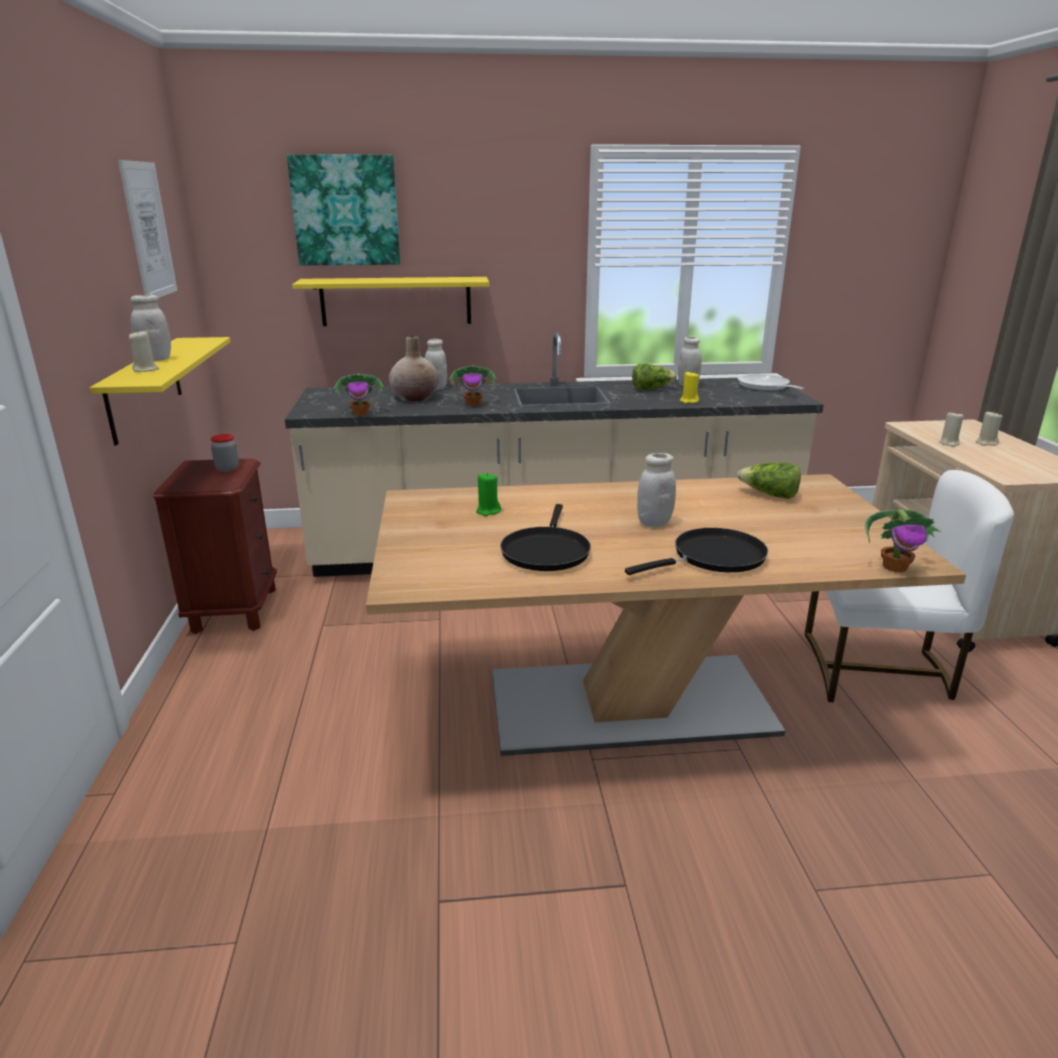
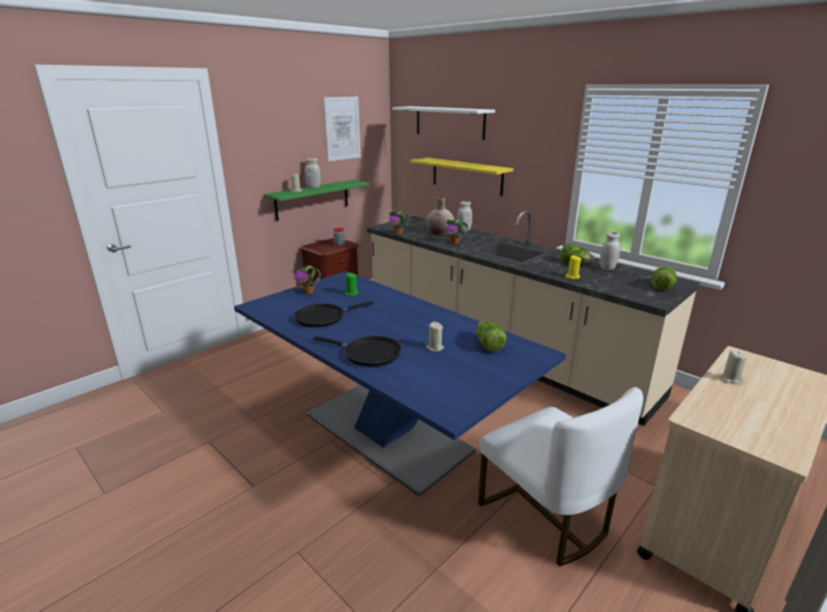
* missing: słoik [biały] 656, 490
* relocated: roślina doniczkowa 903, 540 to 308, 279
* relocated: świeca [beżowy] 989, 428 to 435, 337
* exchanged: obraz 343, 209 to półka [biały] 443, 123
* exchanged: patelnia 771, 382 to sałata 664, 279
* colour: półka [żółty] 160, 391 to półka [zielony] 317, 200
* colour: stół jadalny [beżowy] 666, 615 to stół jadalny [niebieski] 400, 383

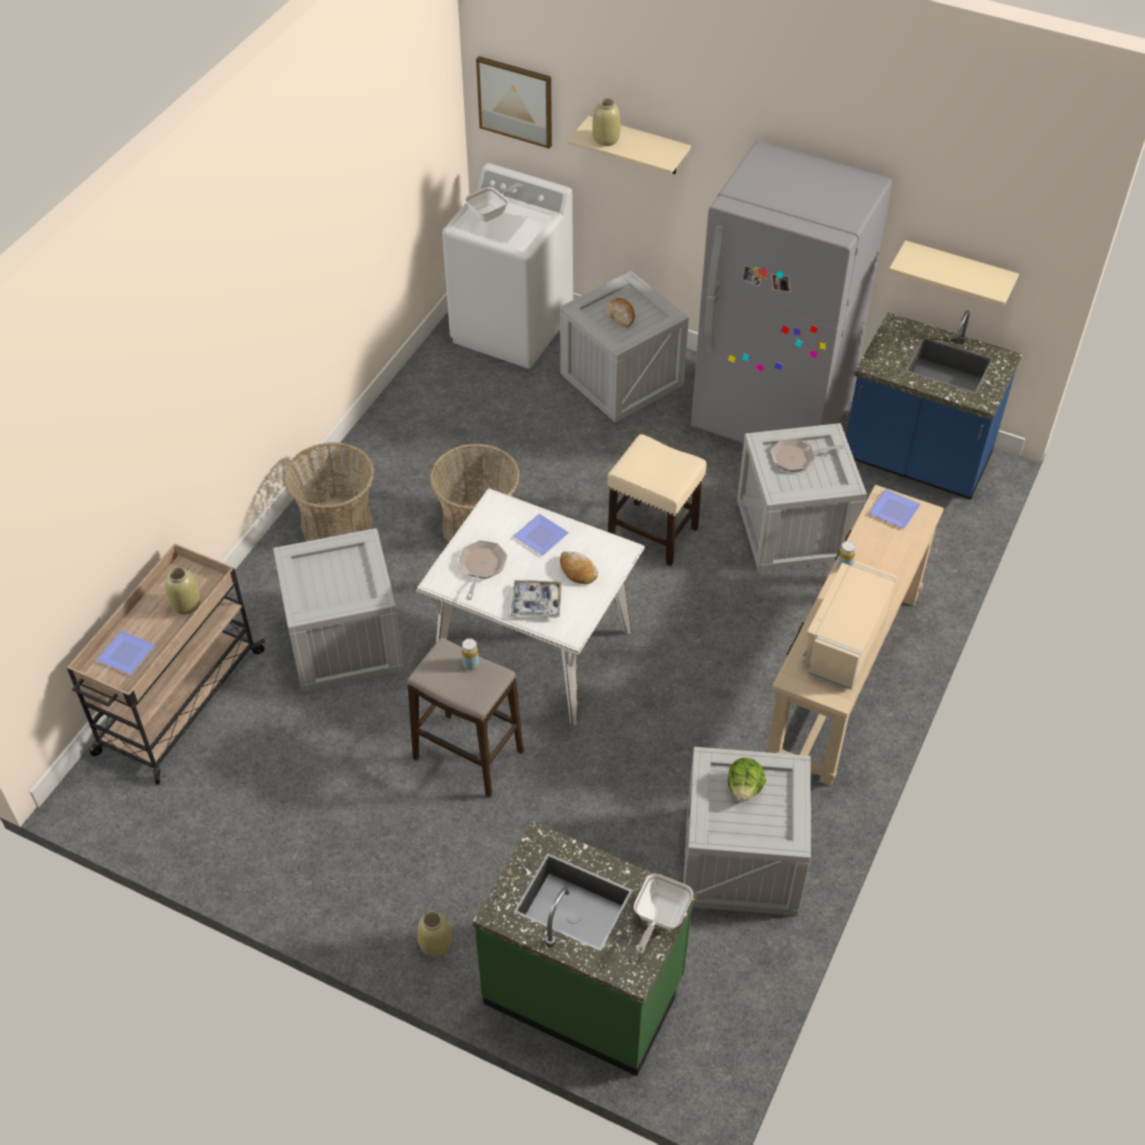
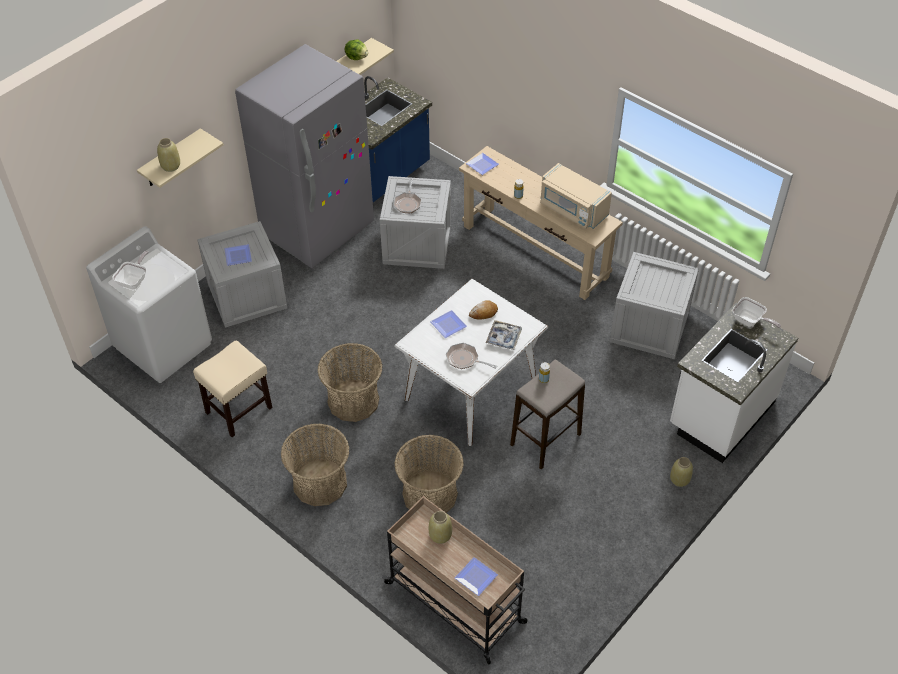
* missing: obraz 514, 102
* relocated: stołek [beżowy] 657, 500 to 232, 389
* relocated: sałata 747, 780 to 356, 50
* exchanged: skrzynka 338, 609 to koszyk 429, 474
* exchanged: chleb 620, 313 to talerz 238, 255
* colour: zabudowa kuchenna [zielony] 585, 948 to zabudowa kuchenna [biały] 734, 383
* spun: patelnia 494, 202 = 130, 270 45 degrees clockwise

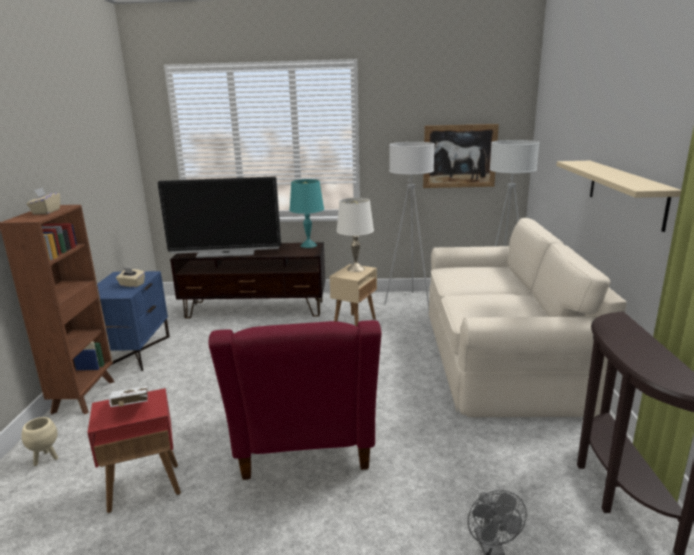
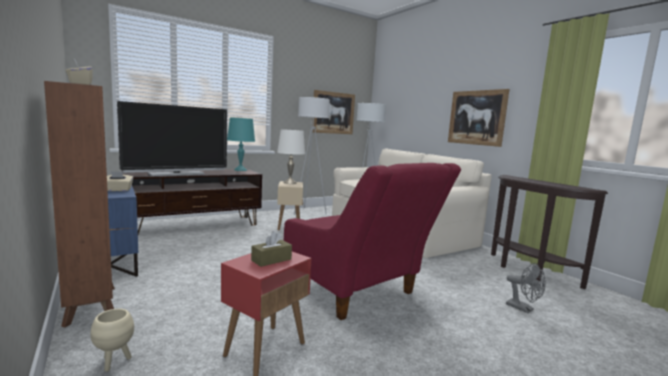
* exchanged: książka [biały] 128, 396 to pudełko chusteczek [brązowy] 271, 249
* exchanged: półka [beżowy] 618, 196 to obraz 479, 118

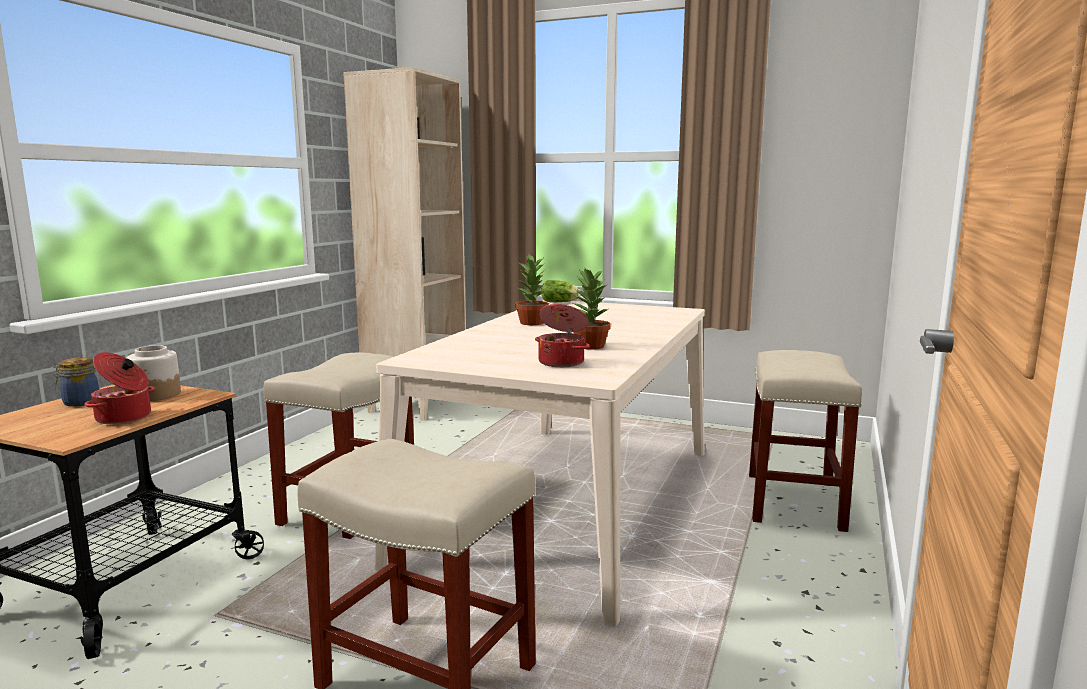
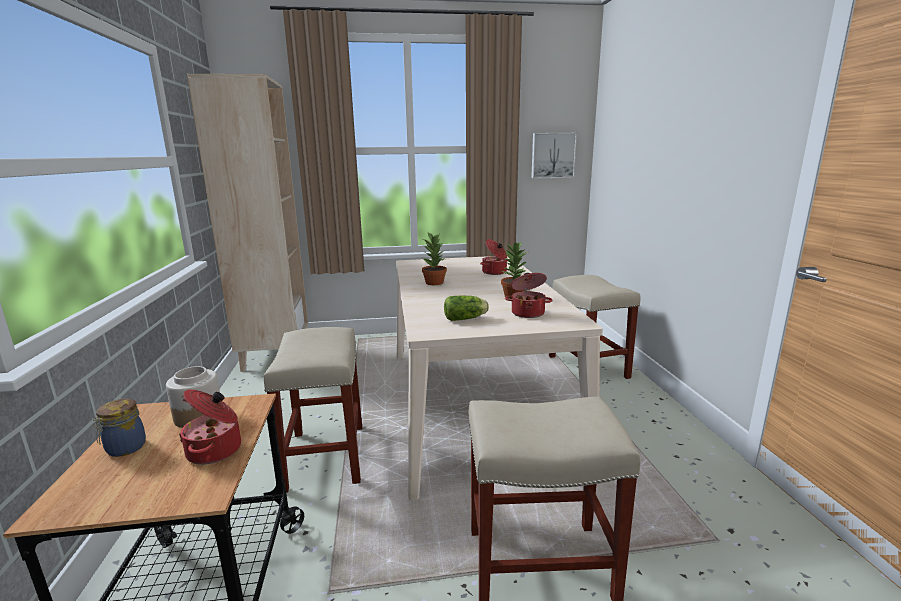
* appeared: garnek 493, 257
* appeared: obraz 554, 156
* relocated: sałata 561, 291 to 466, 308

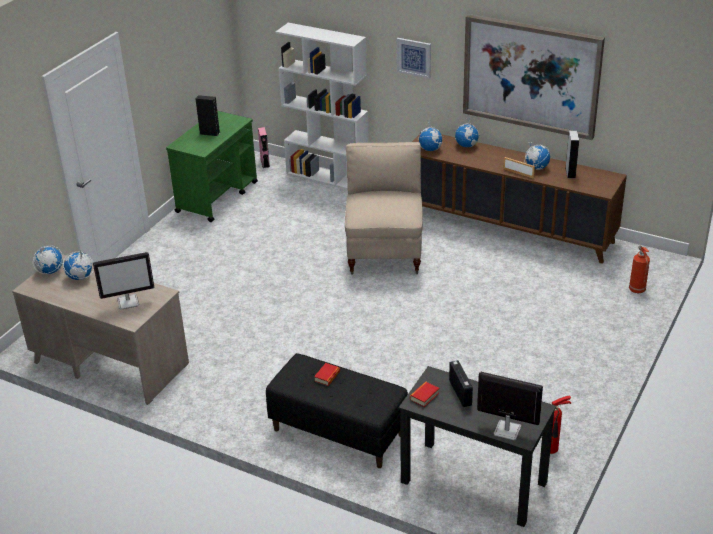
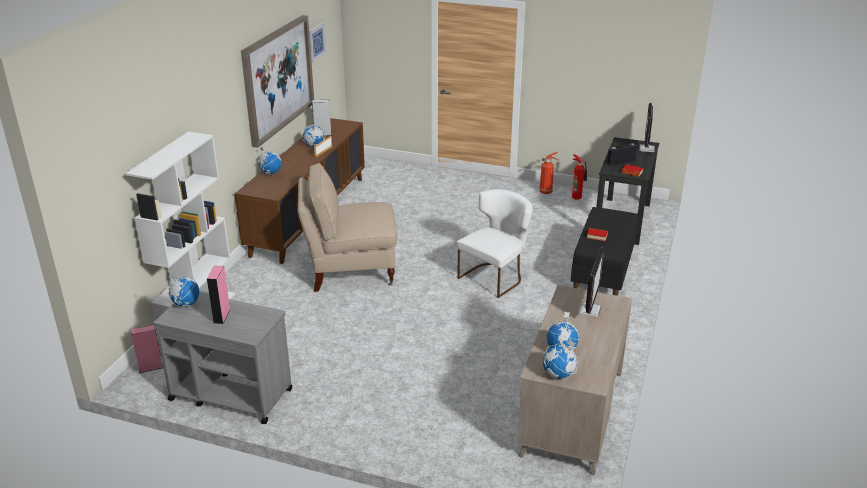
* appeared: krzesło [biały] 495, 243
* relocated: obraz 414, 58 to 317, 42
* relocated: globus 430, 135 to 183, 290
* relocated: gaśnica 639, 269 to 549, 173
* colour: wózek [zielony] 212, 166 to wózek [szary] 223, 358
* colour: głośnik [czarny] 208, 115 to głośnik [różowy] 219, 295
* spun: monitor 123, 281 = 590, 282 45 degrees clockwise

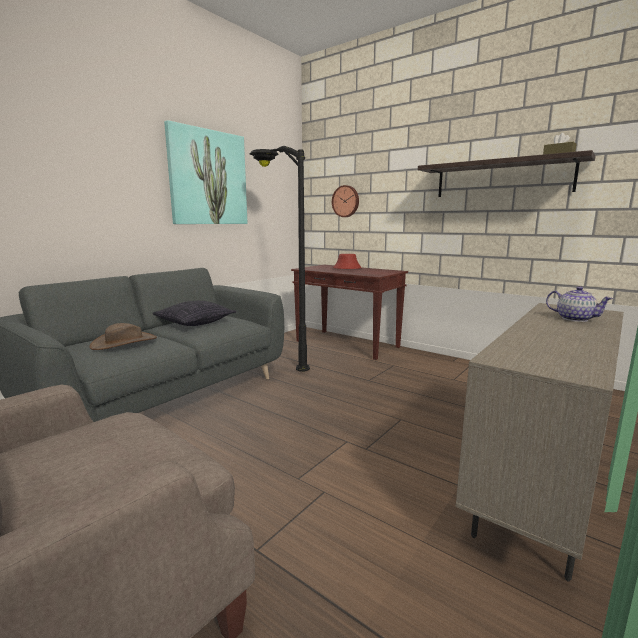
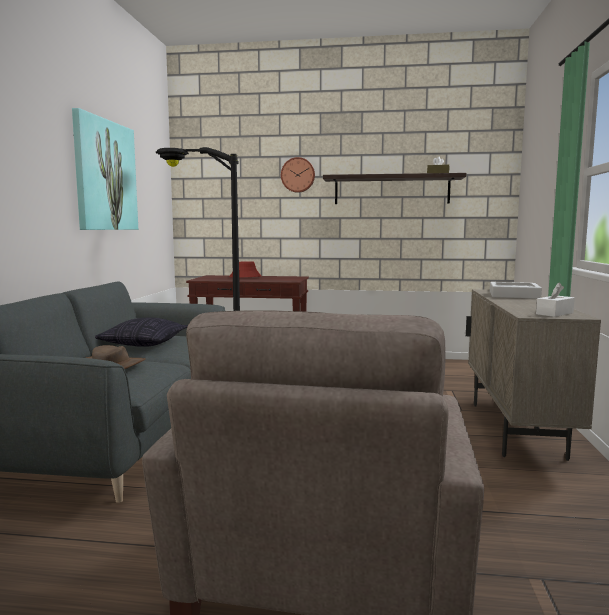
* appeared: pudełko chusteczek [biały] 555, 299
* relocated: zegar ścienny 345, 201 to 298, 175
* exchanged: imbryk 579, 304 to taca [szary] 516, 290

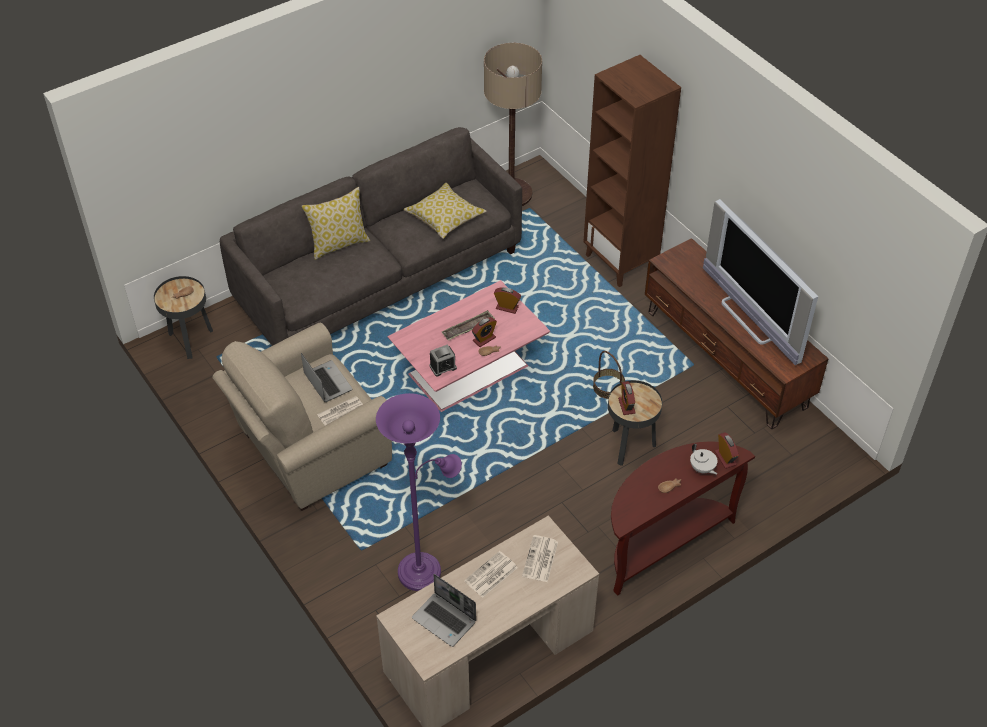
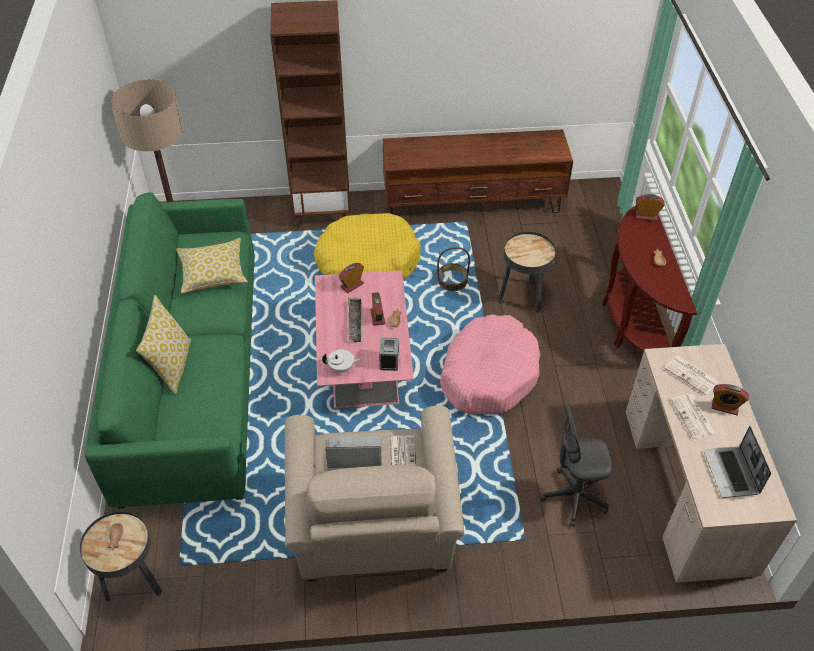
* missing: telewizor 760, 282
* appeared: legowisko [żółty] 367, 246
* appeared: legowisko [różowy] 490, 364
* relocated: budzik 627, 398 to 730, 399
* relocated: imbryk [biały] 704, 459 to 341, 361
* exchanged: lampa stojąca [fioletowy] 419, 492 to krzesło biurowe [szary] 576, 466
* colour: kanapa [szary] 371, 236 to kanapa [zielony] 170, 350
* spun: laptop 444, 610 = 737, 462 105 degrees clockwise

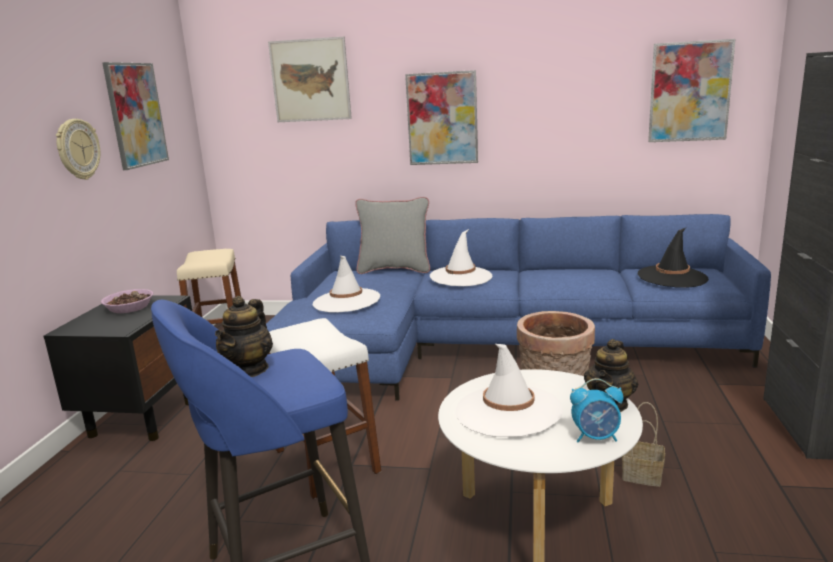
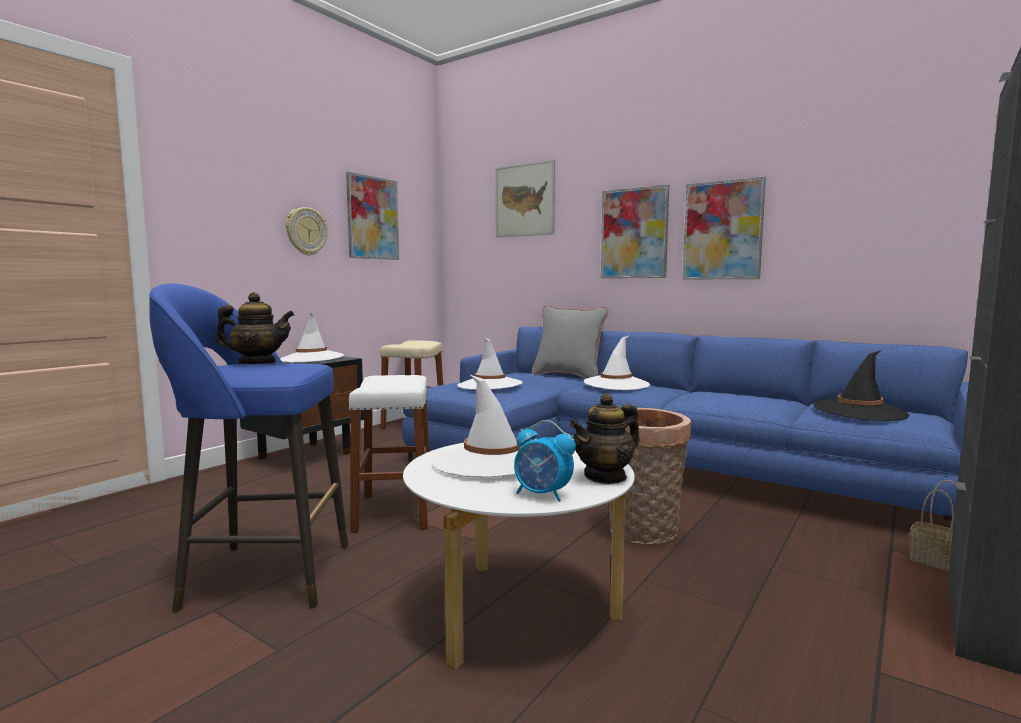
* relocated: koszyk 643, 444 to 933, 525
* relocated: obraz 691, 90 to 724, 228
* exchanged: miska 127, 301 to kapelusz [biały] 312, 338
* spun: imbryk 244, 336 = 254, 328 135 degrees counterclockwise

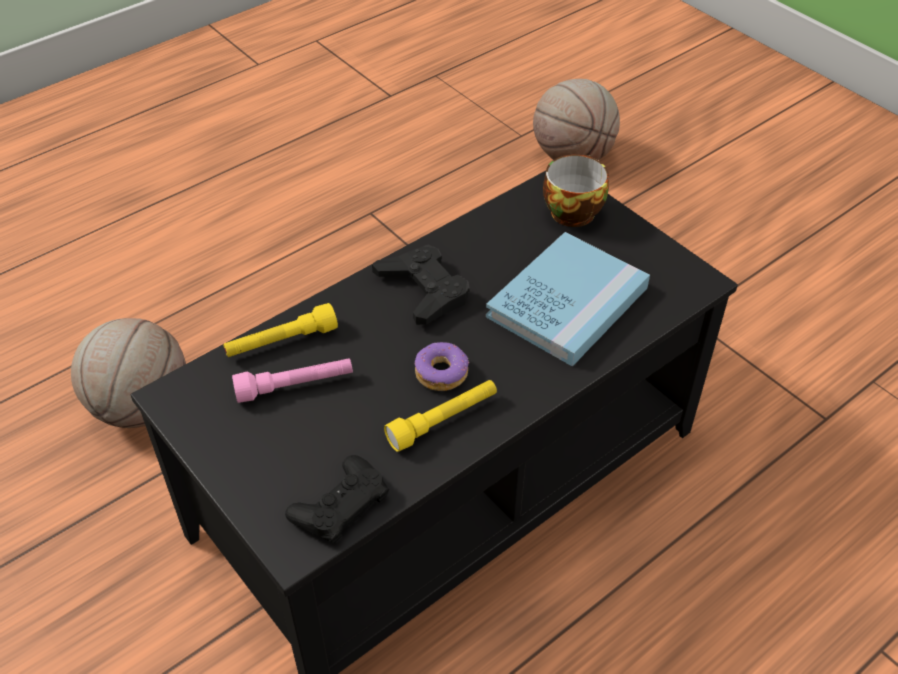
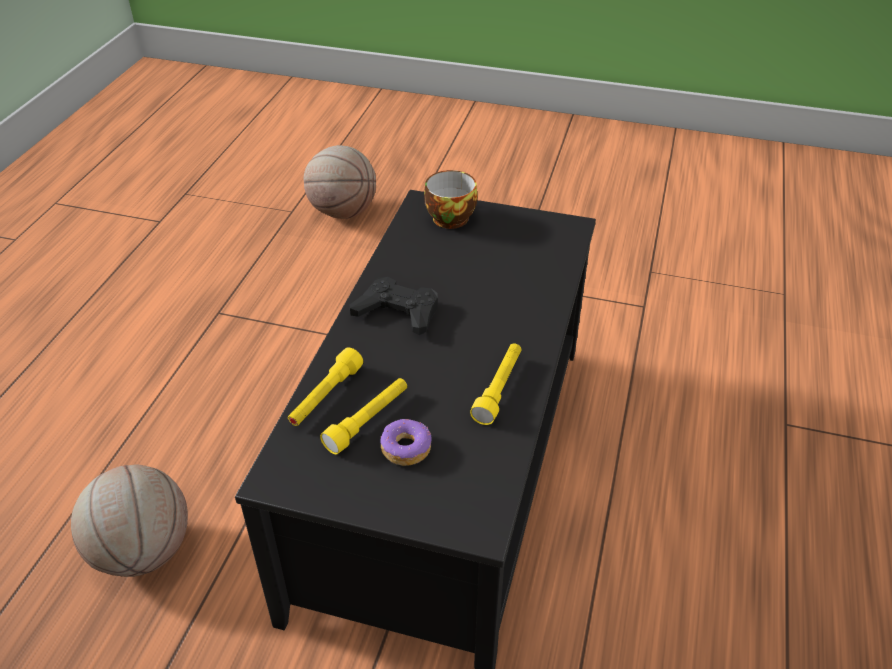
* missing: pad do gier [czarny] 337, 499
* missing: książka [niebieski] 568, 299
* relocated: donut 442, 366 to 405, 442
* colour: latarka [różowy] 292, 380 to latarka [żółty] 363, 416

